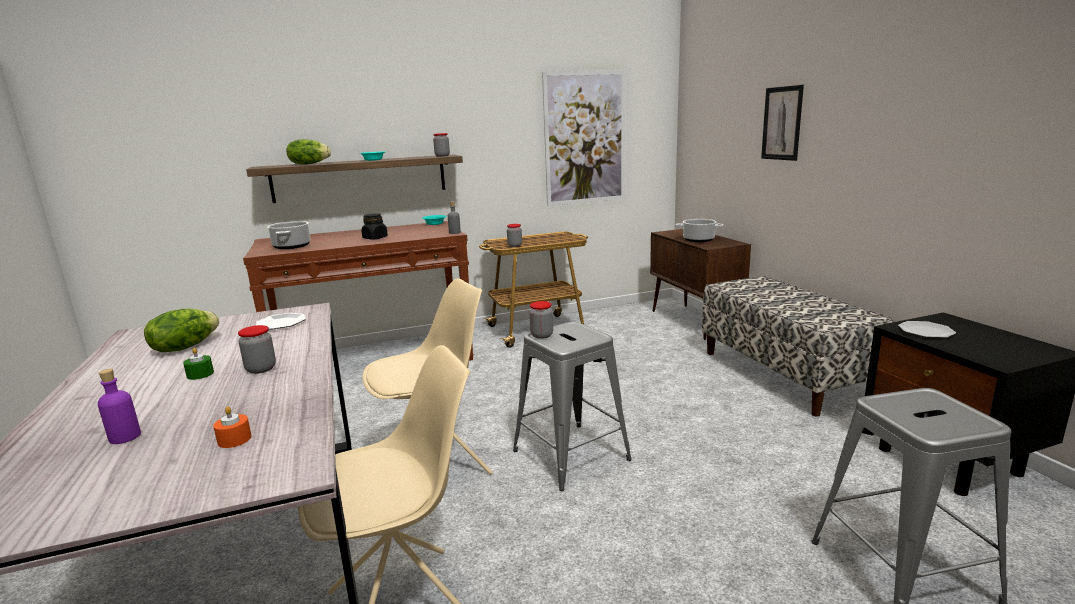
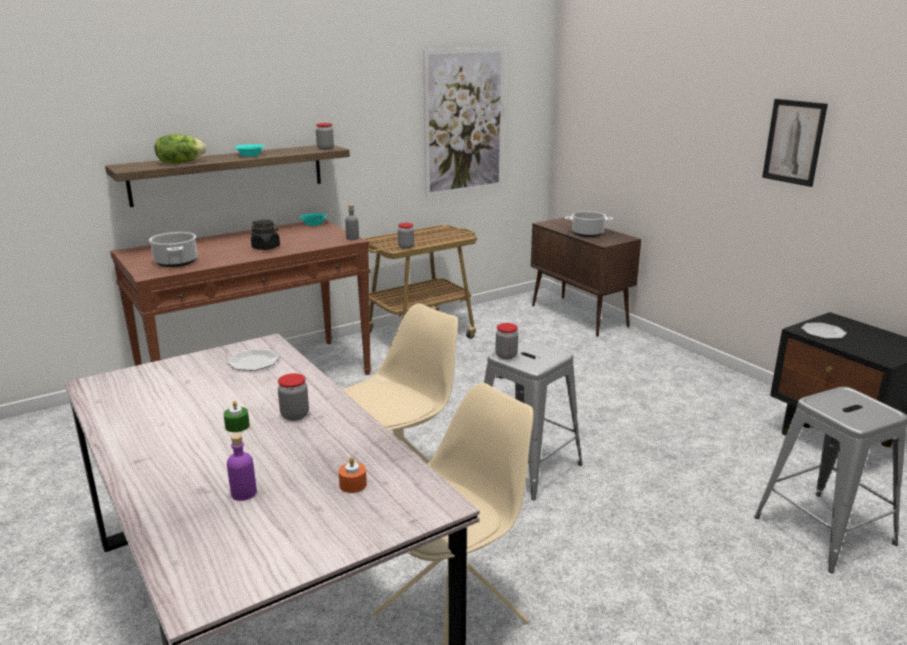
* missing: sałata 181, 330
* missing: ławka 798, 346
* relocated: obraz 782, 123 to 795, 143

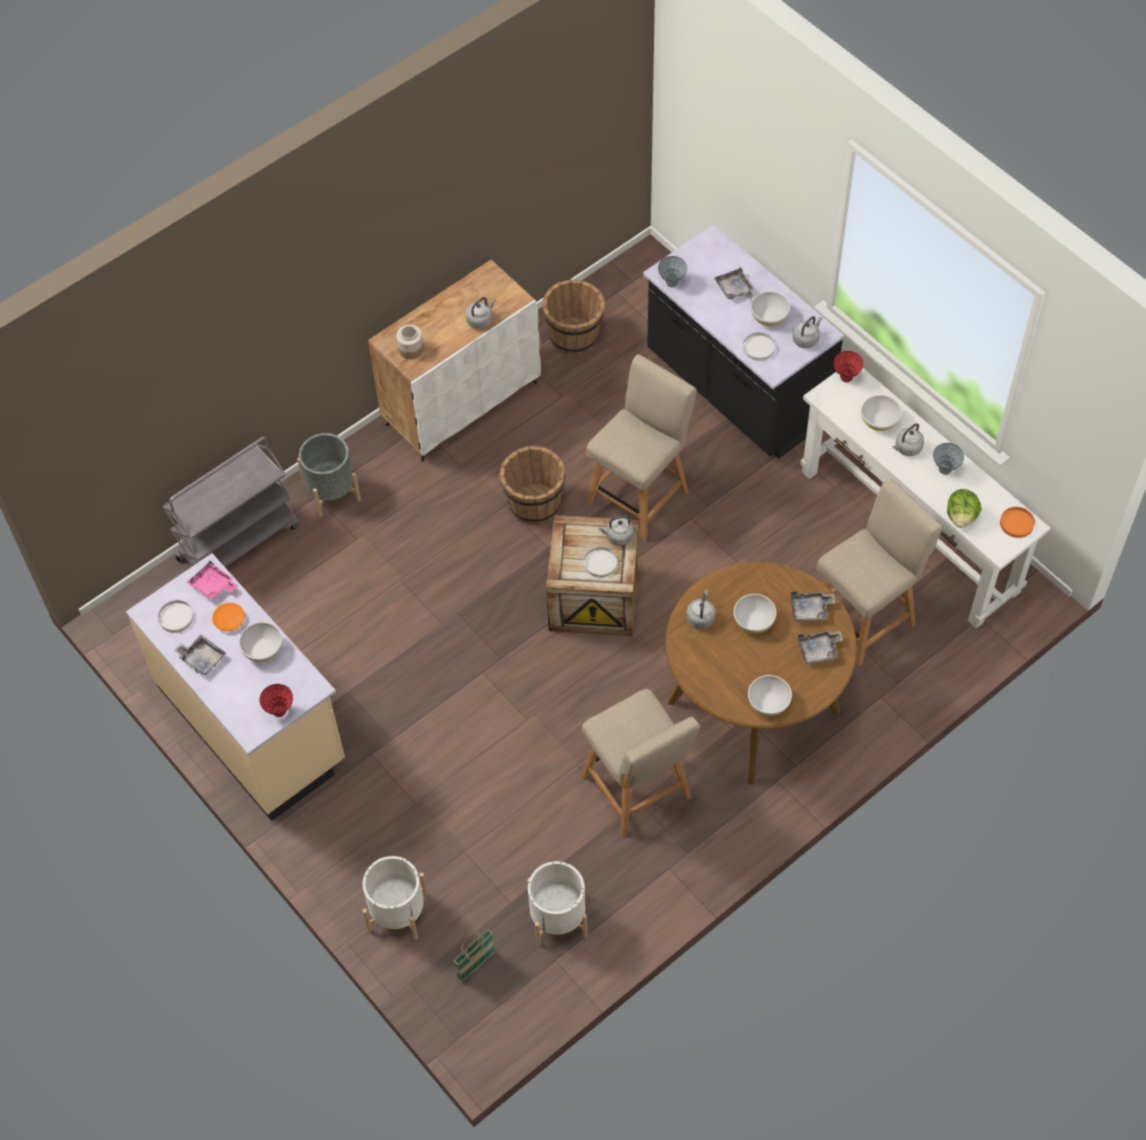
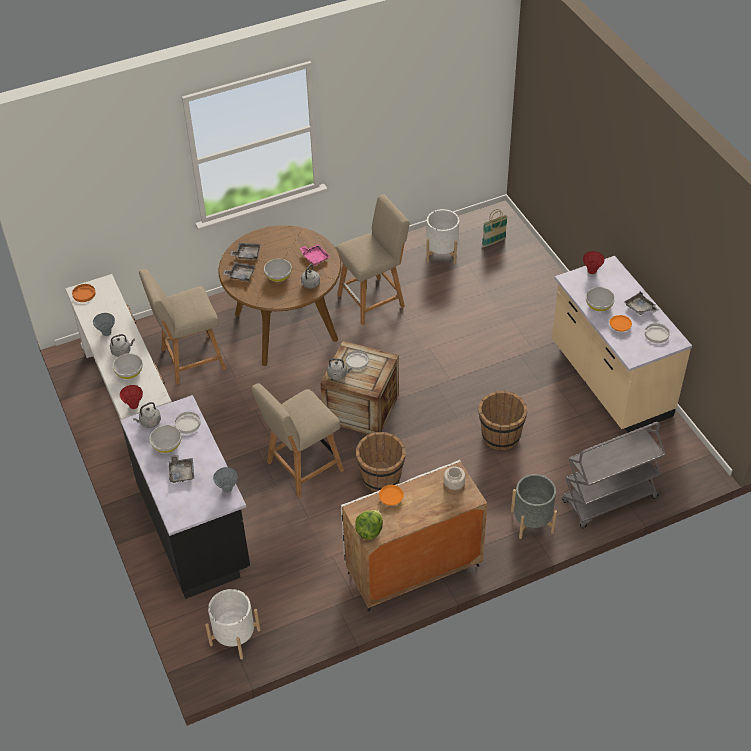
* missing: miska [biały] 770, 695
* relocated: taca [różowy] 212, 580 to 315, 255
* relocated: donica [biały] 395, 898 to 232, 624
* relocated: wiadro [brązowy] 573, 317 to 503, 421
* relocated: sałata 964, 508 to 369, 524
* exchanged: czajnik [szary] 481, 313 to talerz [pomarańczowy] 391, 495
* spun: krzesło [beżowy] 640, 763 = 372, 259 75 degrees clockwise

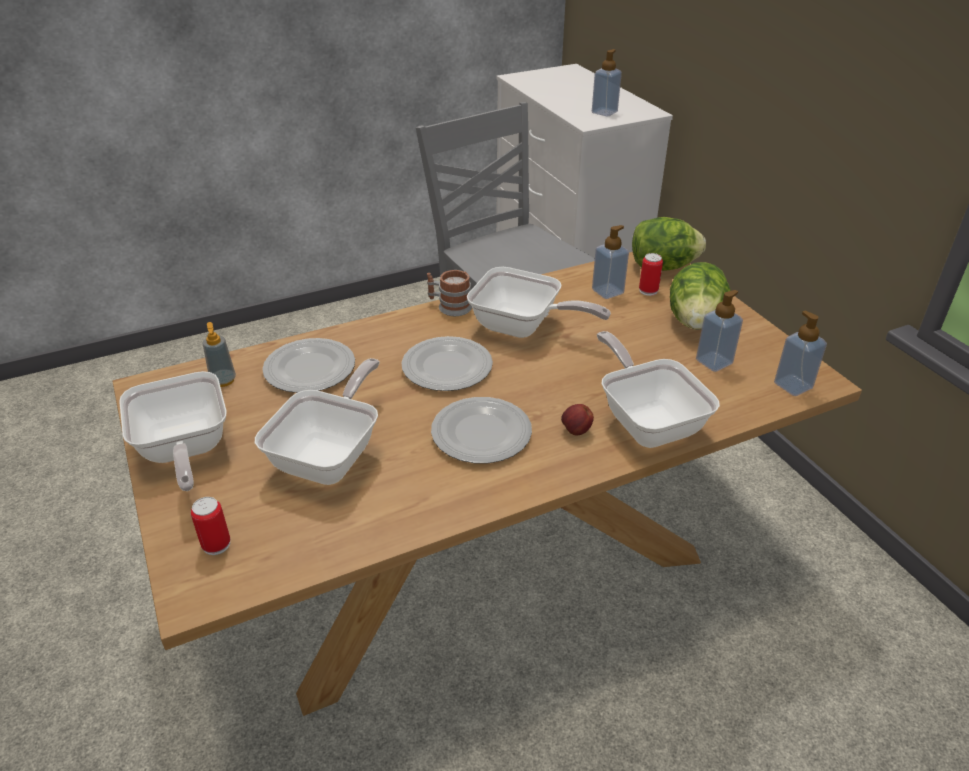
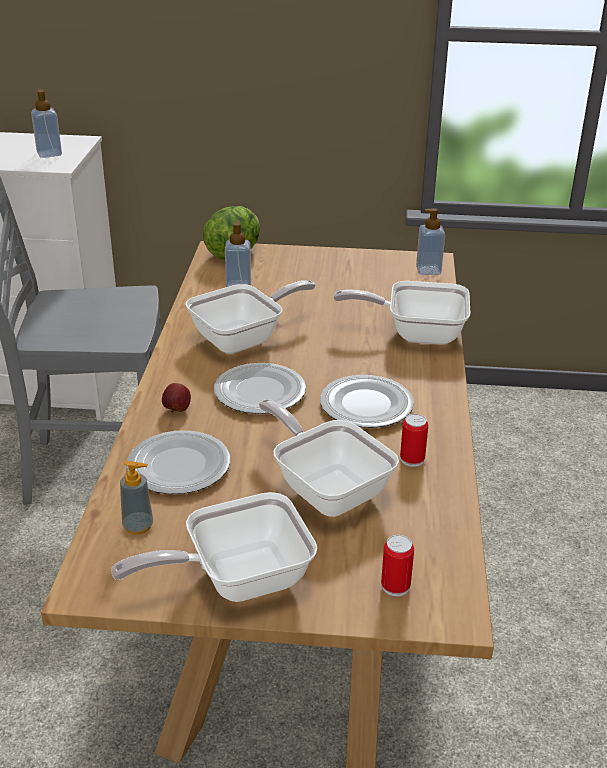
* missing: kubek 449, 293
* missing: sałata 700, 296
* missing: dozownik mydła 719, 331
* relocated: jabłko 577, 420 to 176, 397
* relocated: puszka 651, 274 to 414, 440
* spun: patelnia 173, 431 = 214, 547 150 degrees clockwise

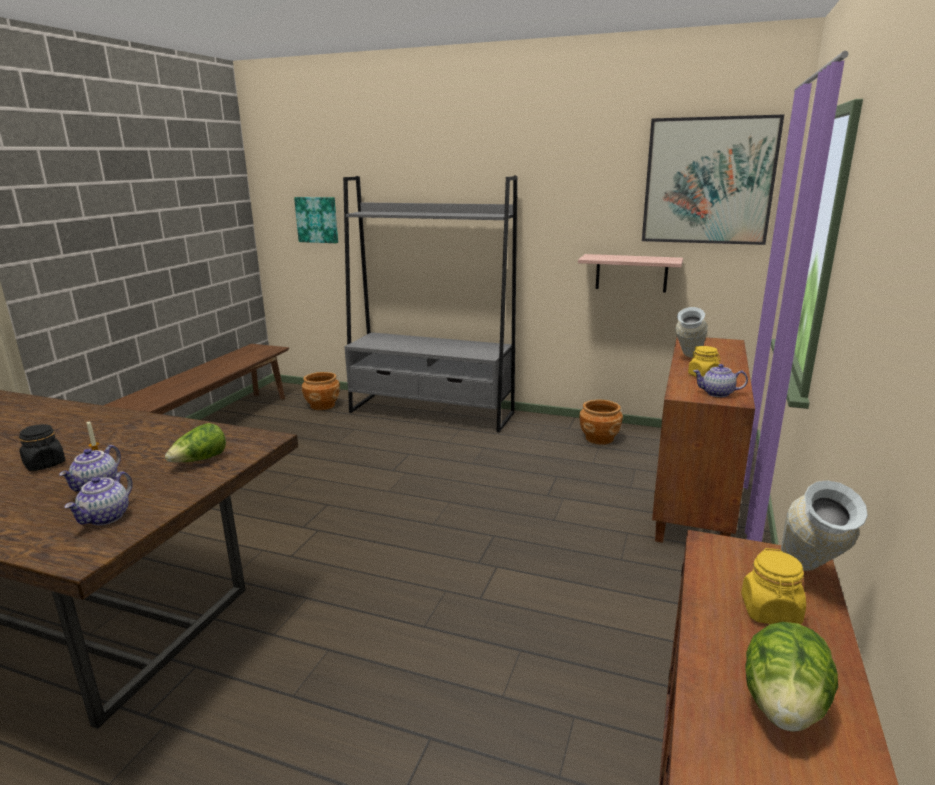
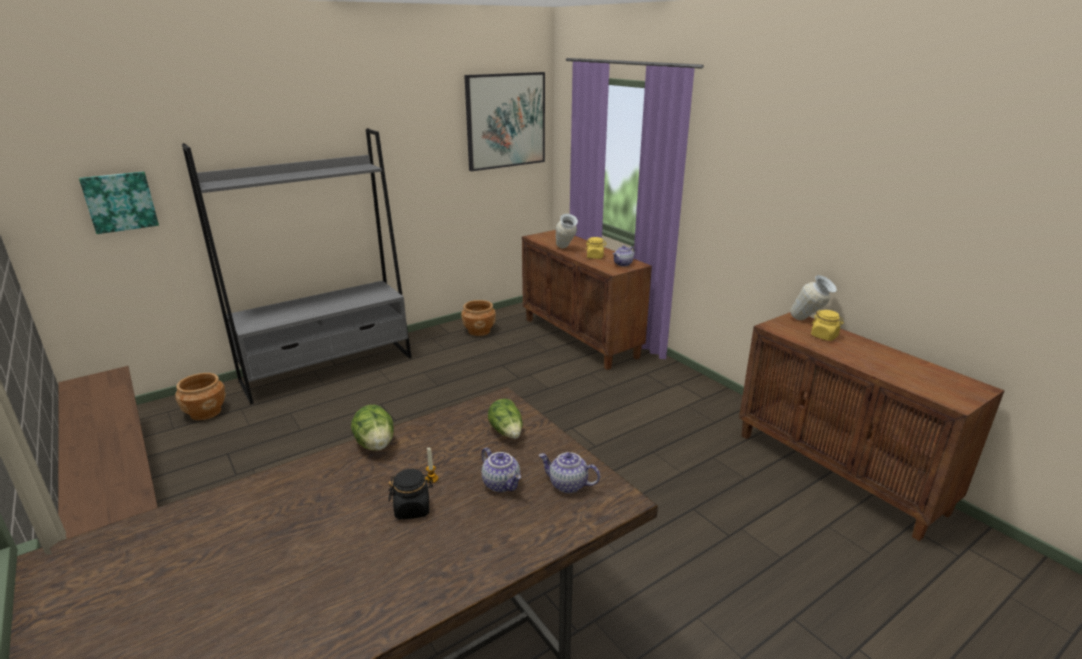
* missing: półka 630, 273
* relocated: sałata 791, 677 to 372, 428
* spun: imbryk 98, 498 = 569, 472 150 degrees clockwise

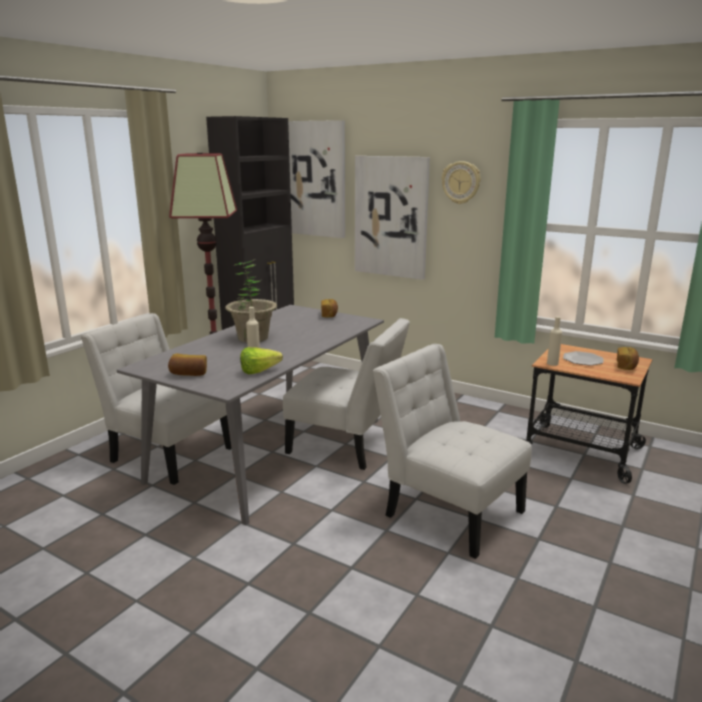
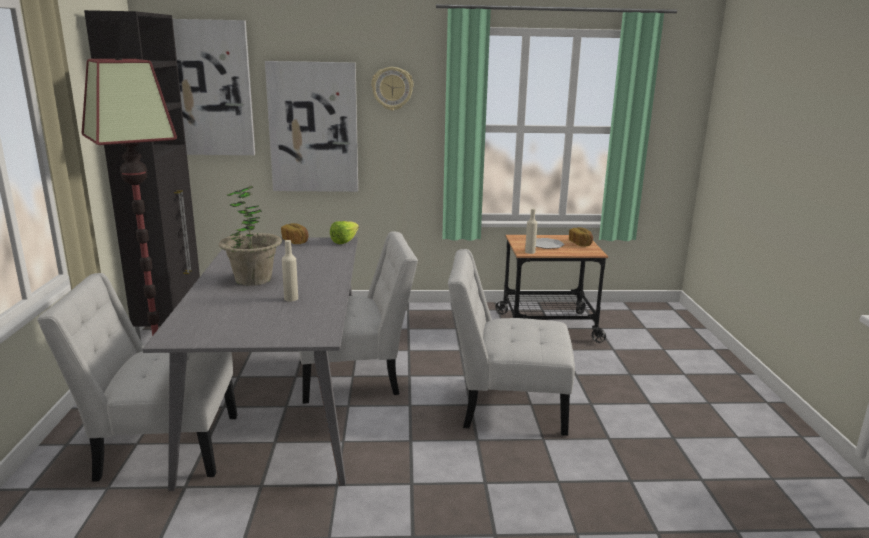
* missing: chleb 187, 365
* relocated: sałata 261, 360 to 344, 232

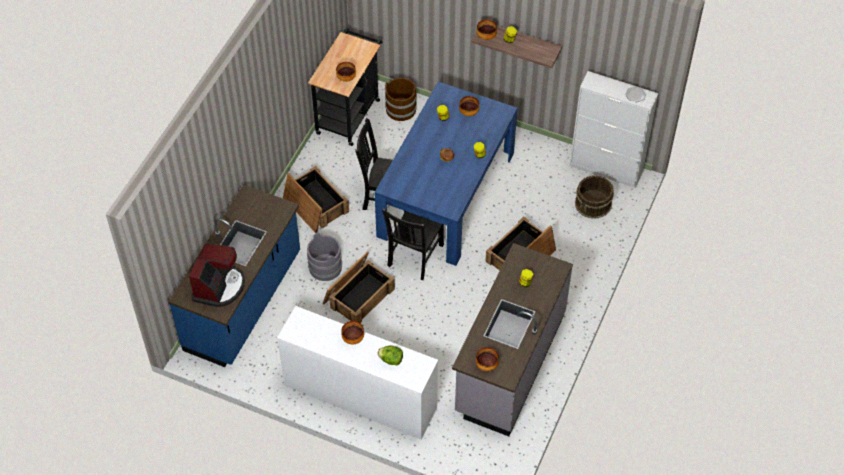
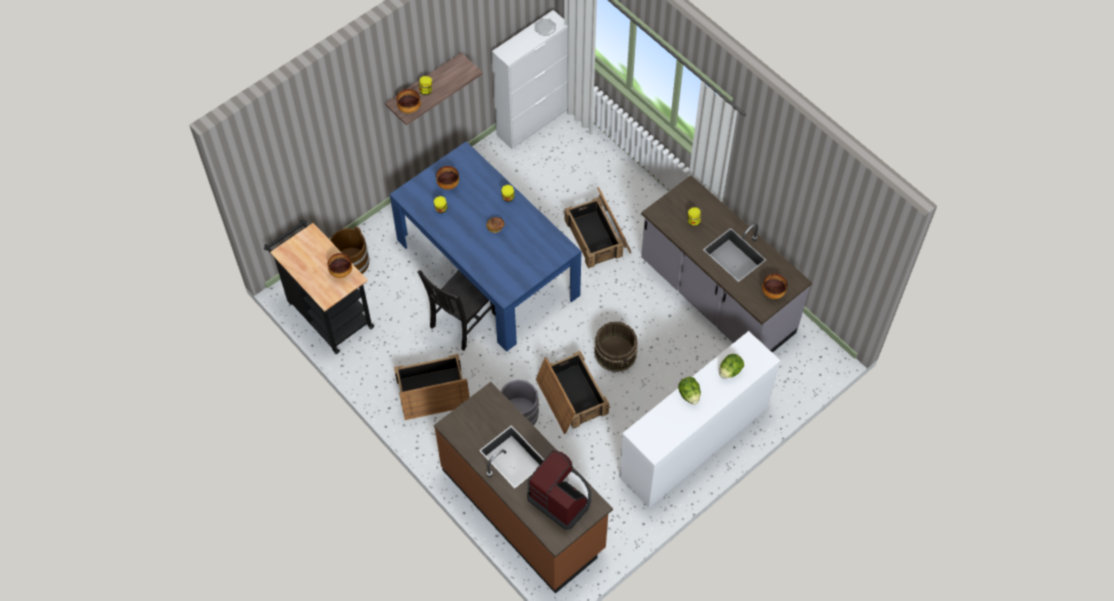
* missing: krzesło [czarny] 413, 244
* relocated: wiadro [brązowy] 594, 197 to 616, 346
* exchanged: miska 352, 332 to sałata 689, 391
* colour: zabudowa kuchenna [niebieski] 234, 276 to zabudowa kuchenna [brązowy] 523, 488

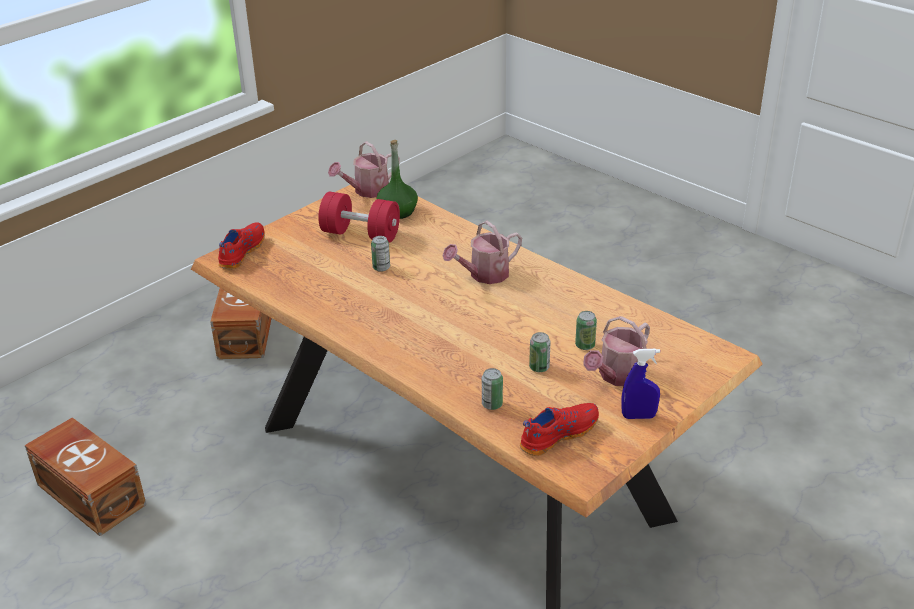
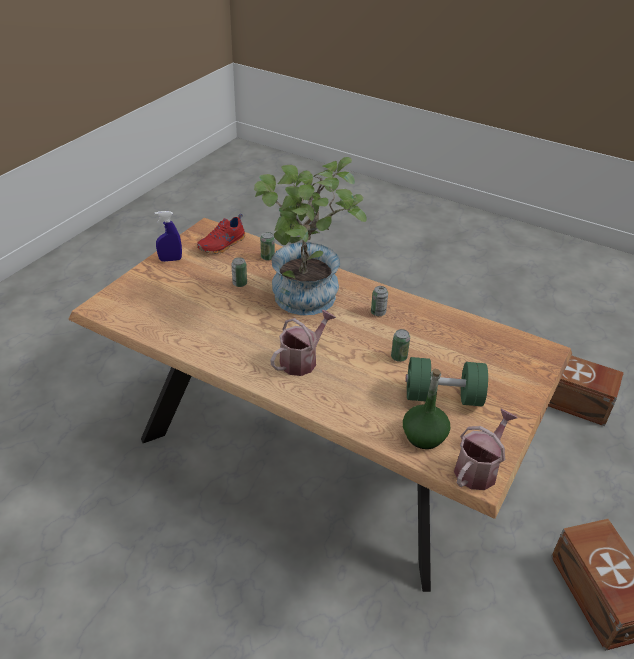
* missing: but [czerwony] 241, 245
* missing: konewka 616, 351
* appeared: roślina doniczkowa 310, 236
* relocated: puszka 586, 330 to 379, 301
* colour: hantel [czerwony] 359, 217 to hantel [zielony] 446, 381

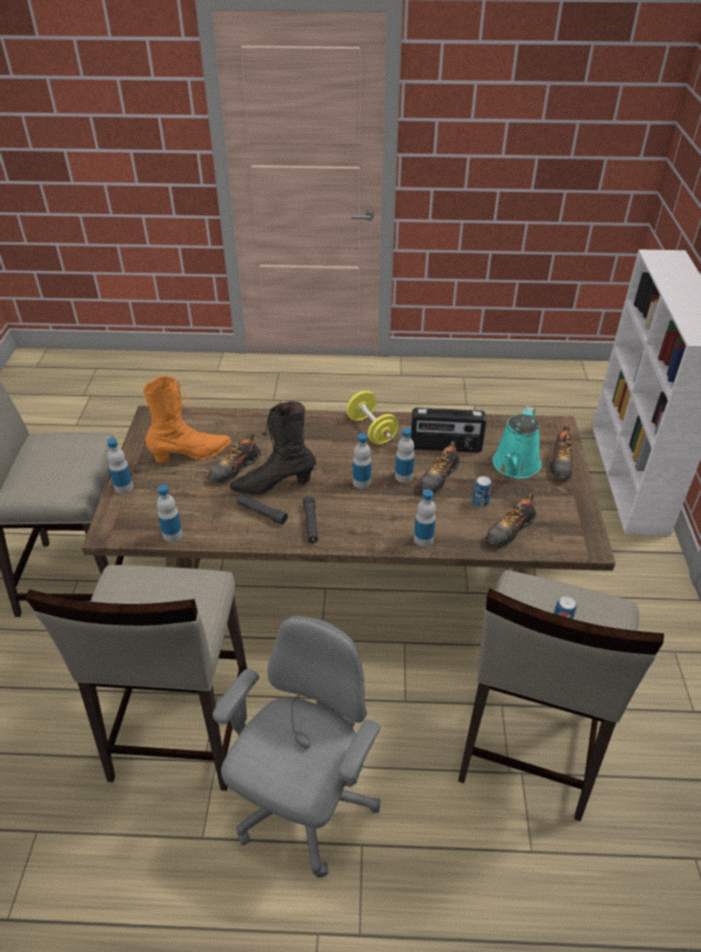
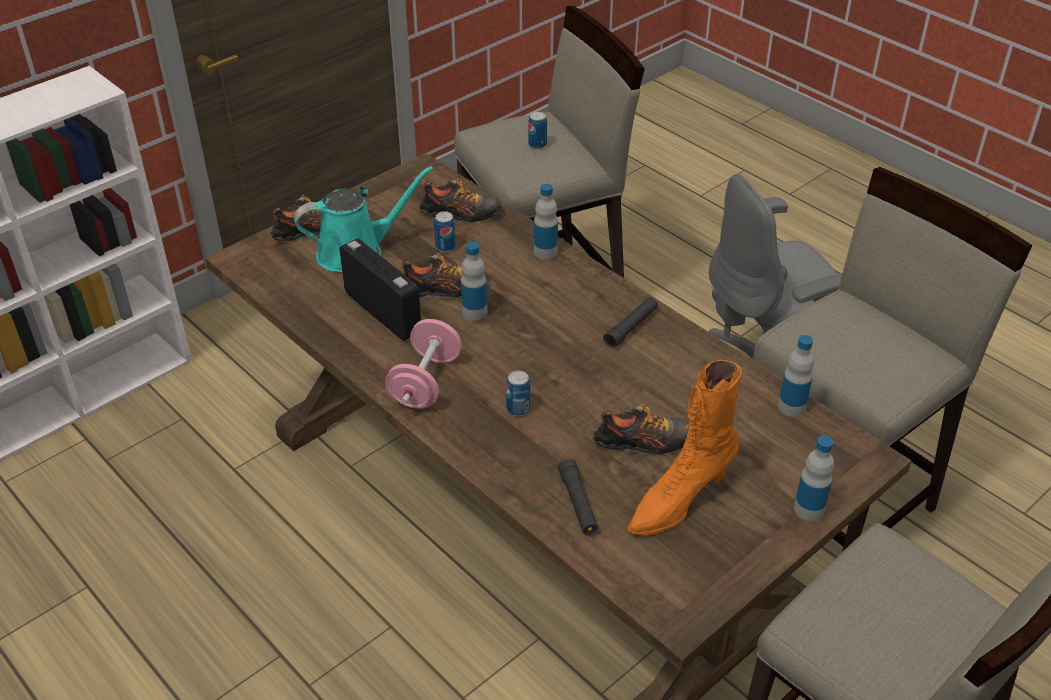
* missing: but z cholewką [czarny] 273, 448
* missing: butelka 362, 461
* appeared: puszka 518, 393
* relocated: latarka [czarny] 262, 510 to 578, 497
* colour: hantel [żółty] 372, 418 to hantel [różowy] 423, 364
* spun: but z cholewką [pomarańczowy] 187, 419 = 684, 448 60 degrees counterclockwise

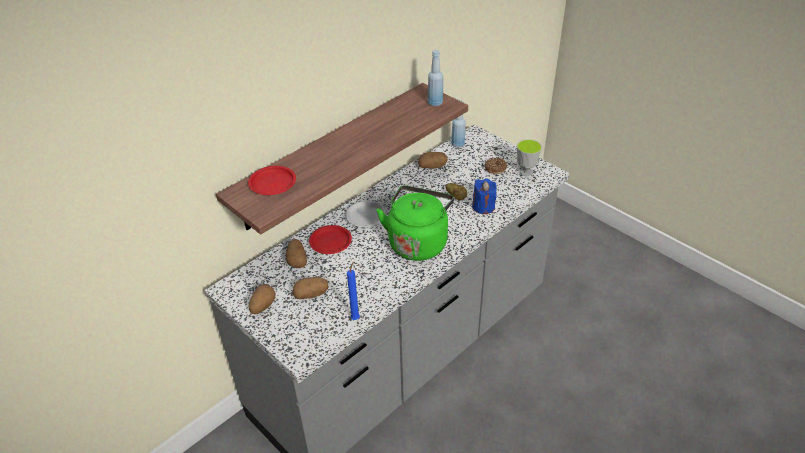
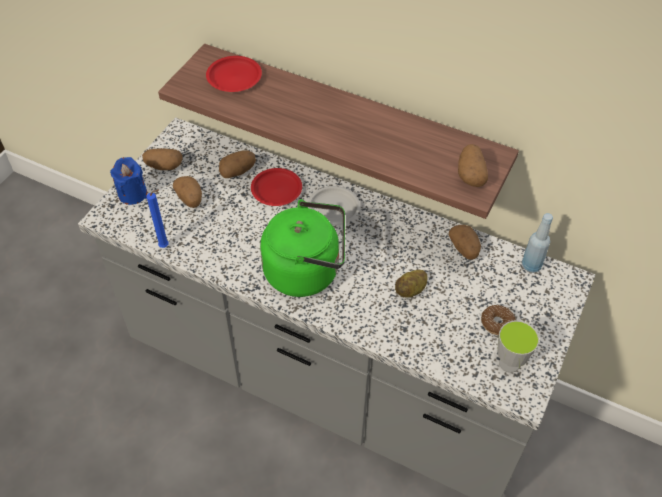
* relocated: świeca [niebieski] 484, 196 to 128, 181
* exchanged: butelka [niebieski] 435, 78 to ziemniak 473, 165

